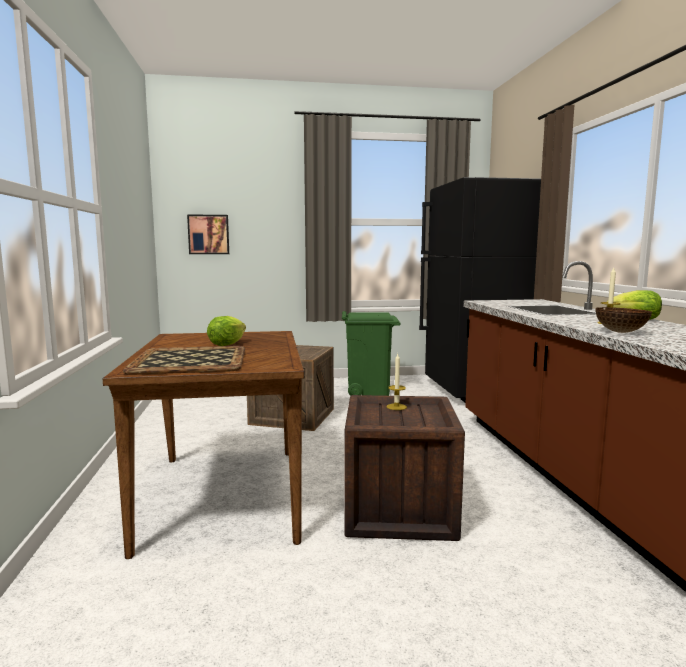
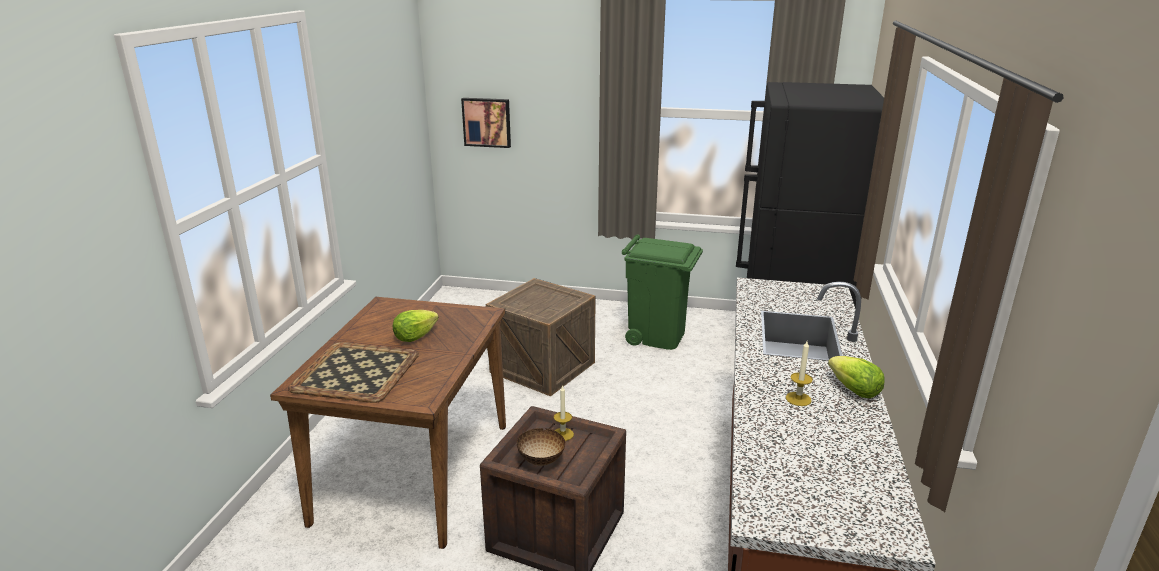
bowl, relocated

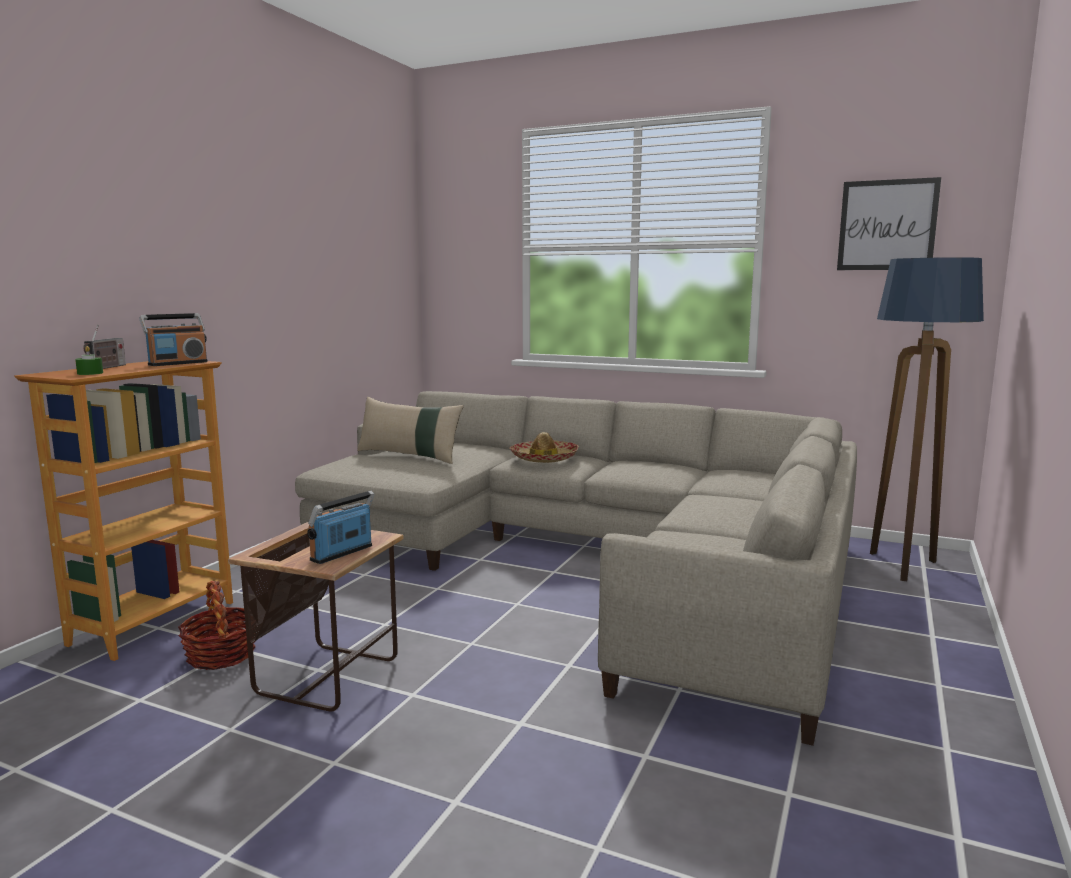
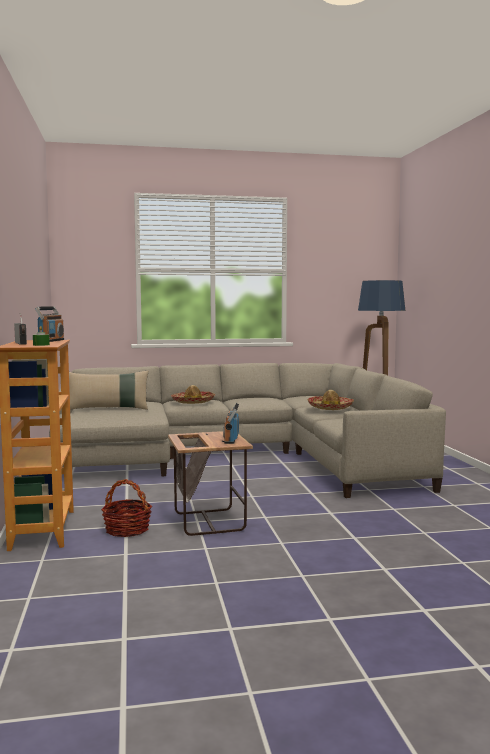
picture => nothing
nothing => hat (no. 2 from left)

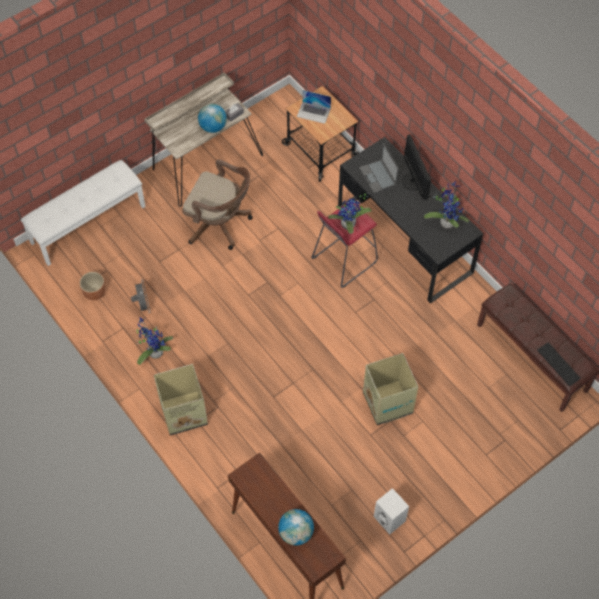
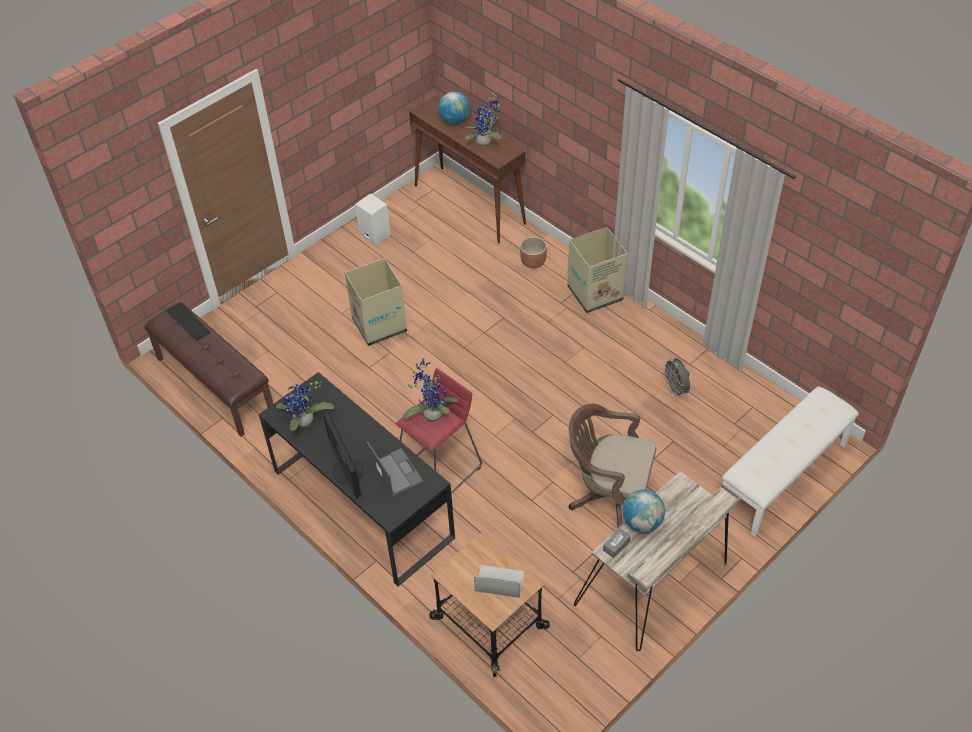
brown planter, relocated
potted plant (no. 1 from left in the first image) => potted plant (no. 3 from left), relocated

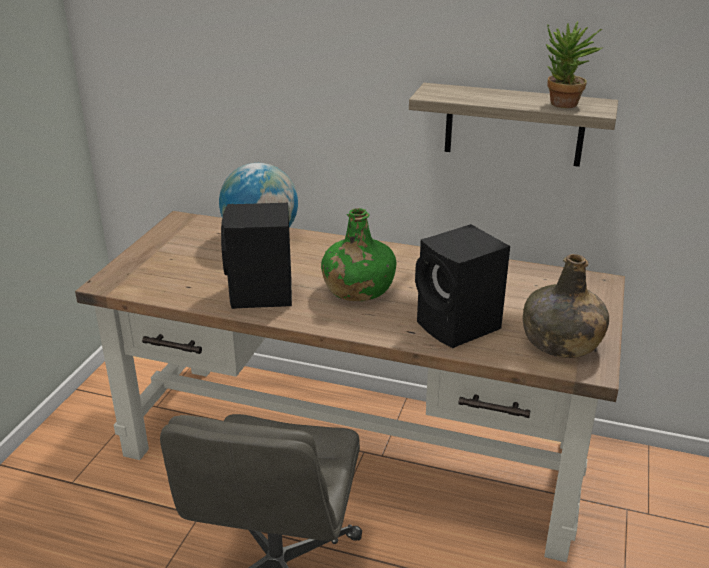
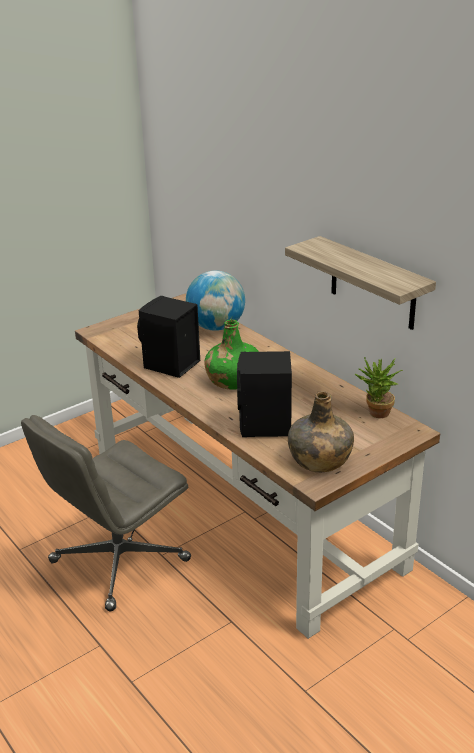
potted plant, relocated

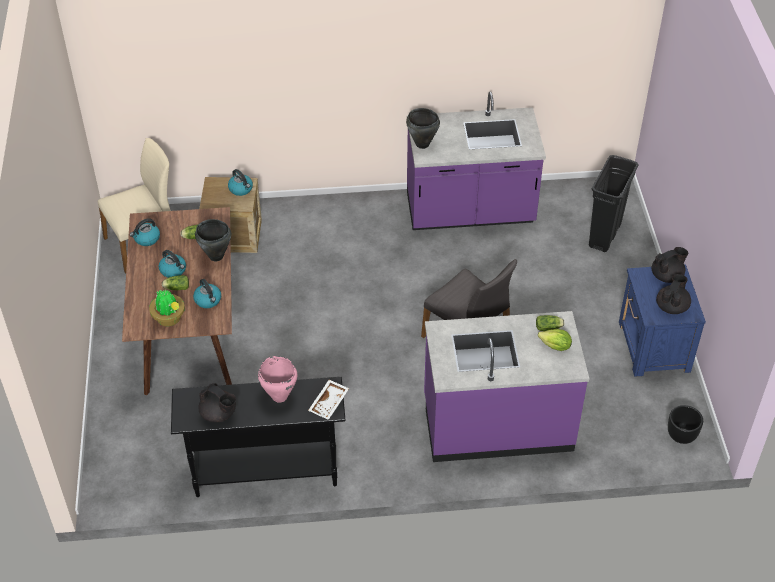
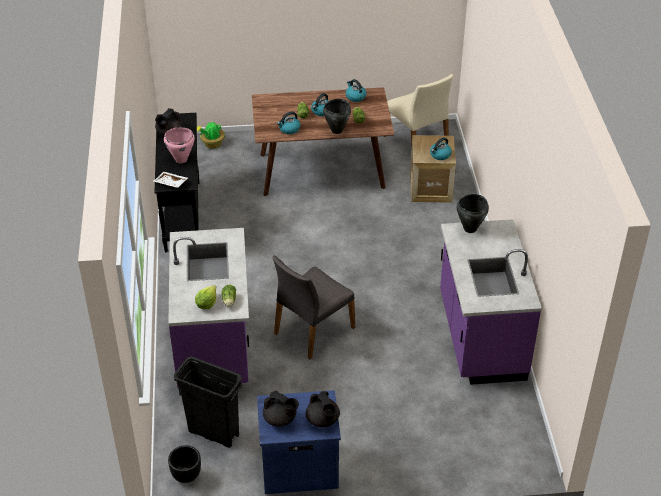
potted plant, relocated
black trash can, relocated

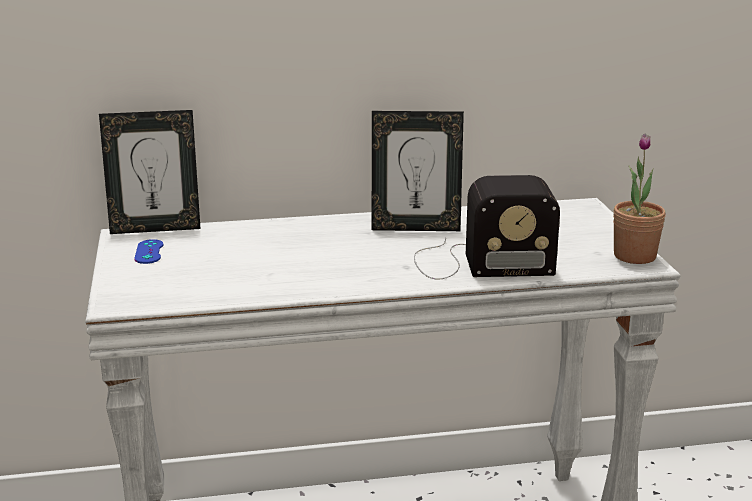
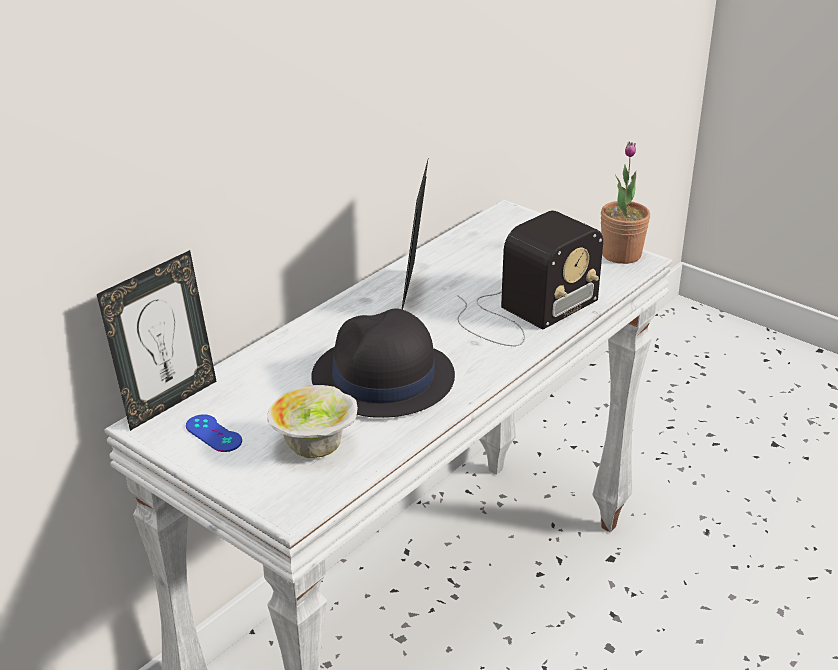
picture frame (no. 2 from left), 135 degrees clockwise
nothing => bowl
nothing => black hat

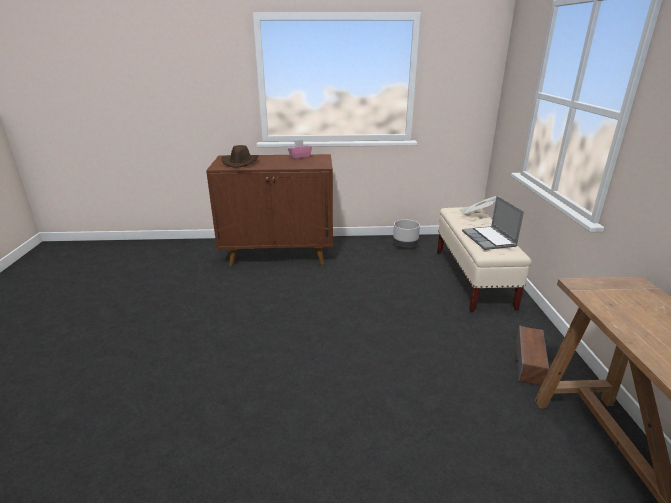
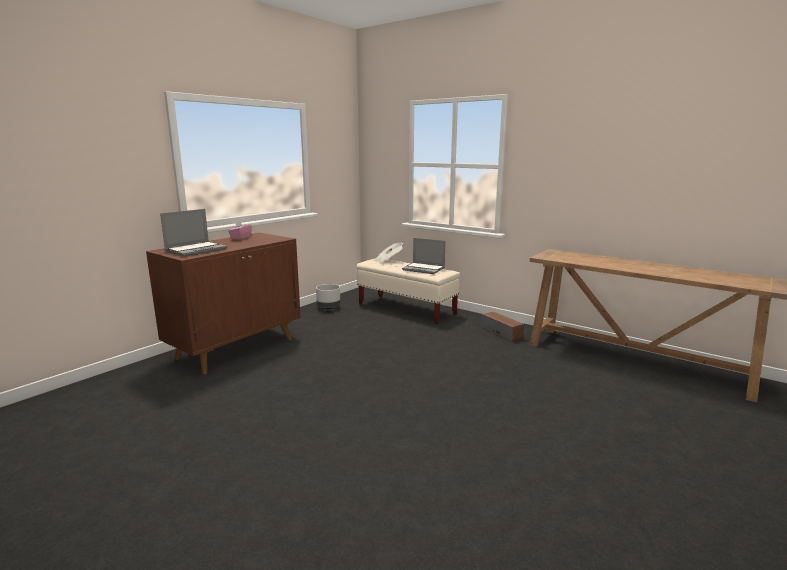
brown hat => laptop (no. 1 from left)

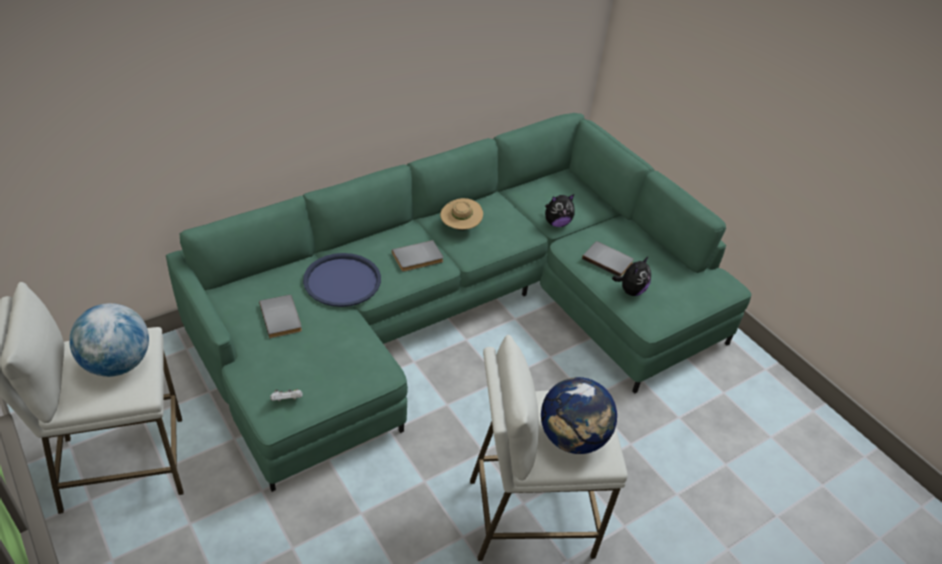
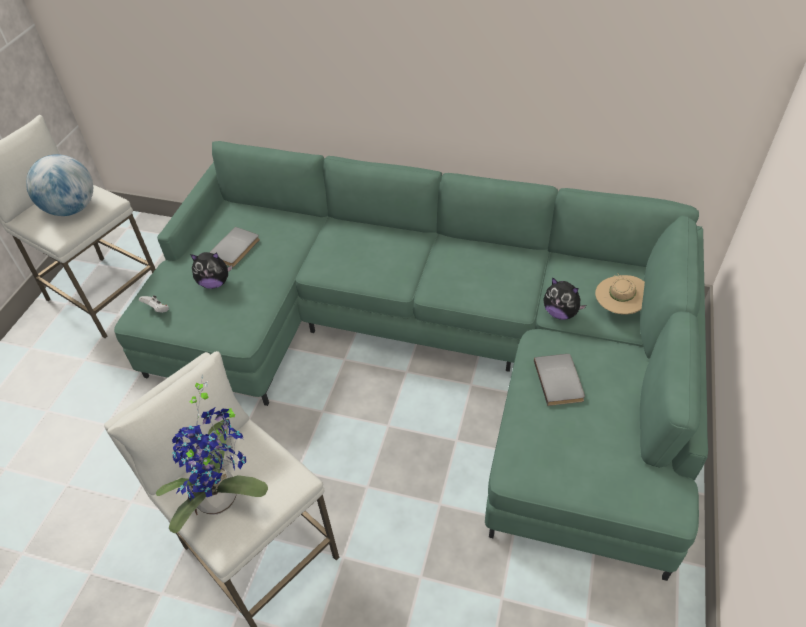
blue tray => nothing
grey book (no. 2 from left) => nothing
beige hat, relocated
globe (no. 2 from left) => potted plant
plush toy (no. 2 from left in the first image) => plush toy (no. 1 from left), relocated

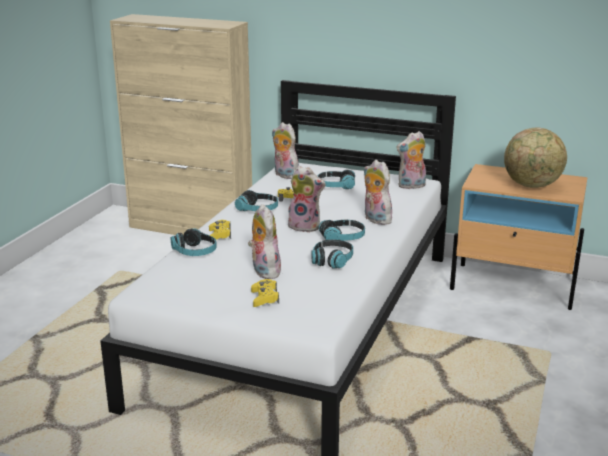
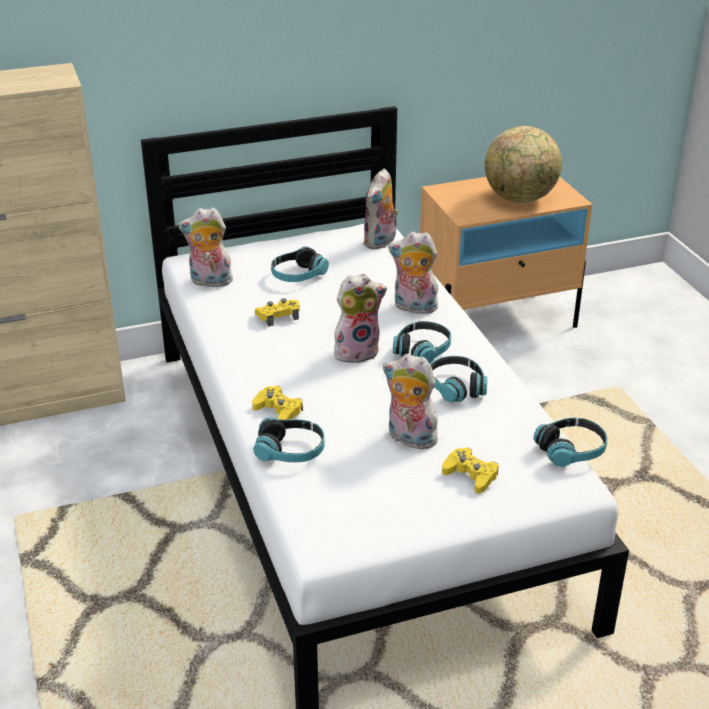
headphones (no. 2 from left in the first image) => headphones (no. 5 from left), relocated

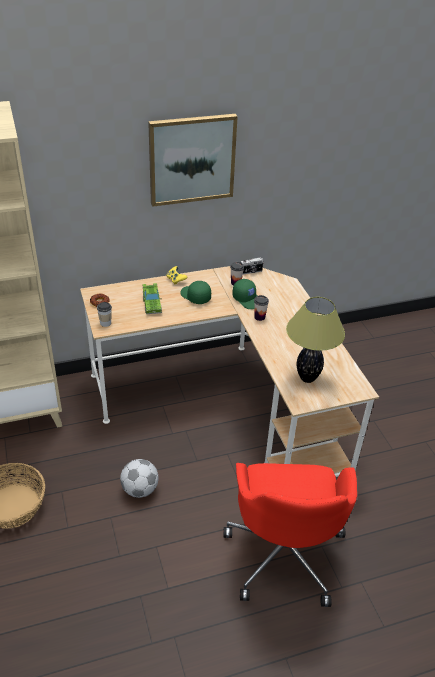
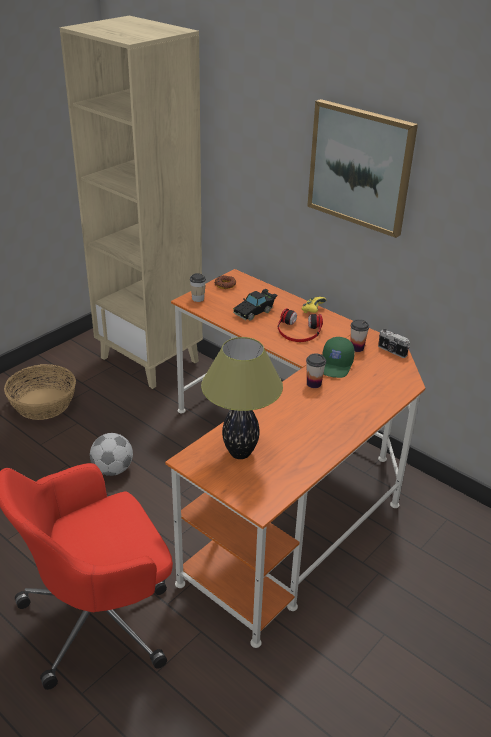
beige desk => orange desk
green toy car => black toy car
green cap (no. 1 from left) => headphones

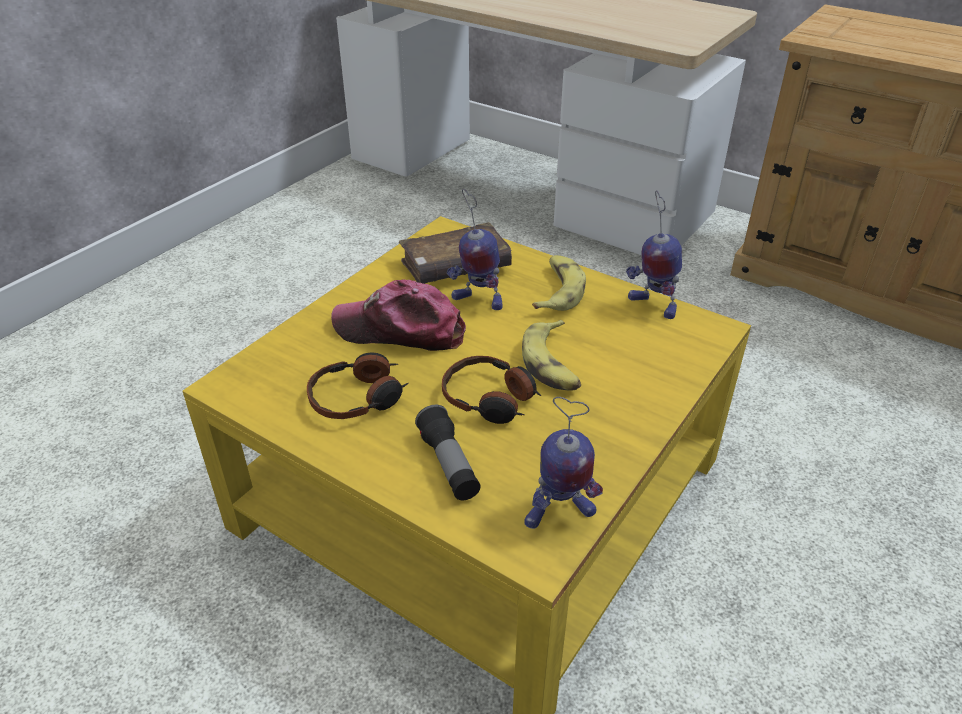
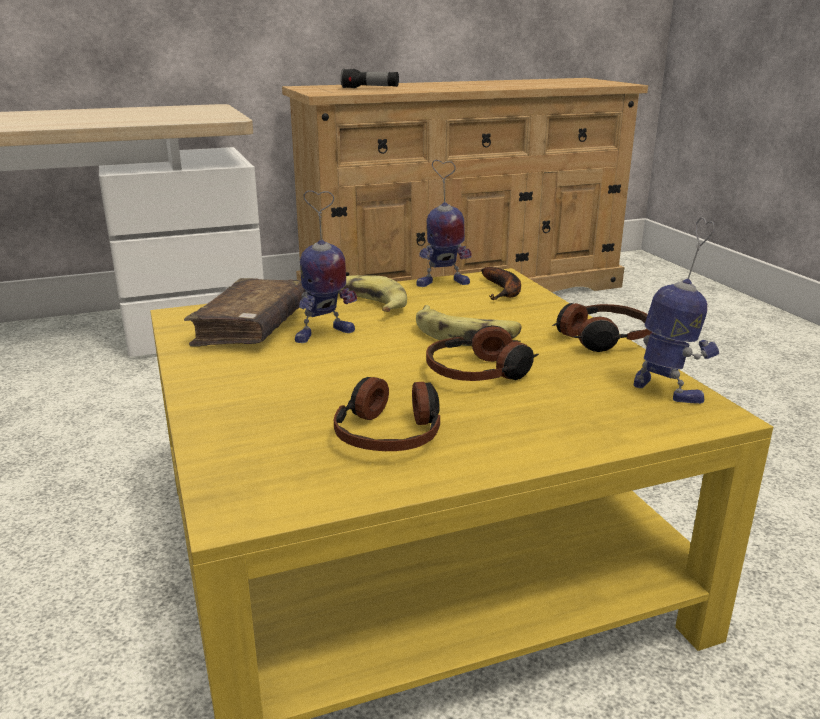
cap => nothing
flashlight, relocated
toy robot (no. 2 from left in the first image) => toy robot (no. 3 from left), 60 degrees counterclockwise
nothing => banana (no. 3 from left)
nothing => headphones (no. 3 from left)

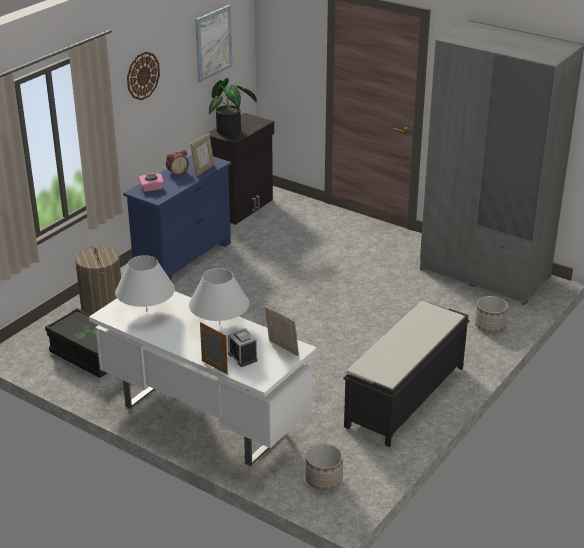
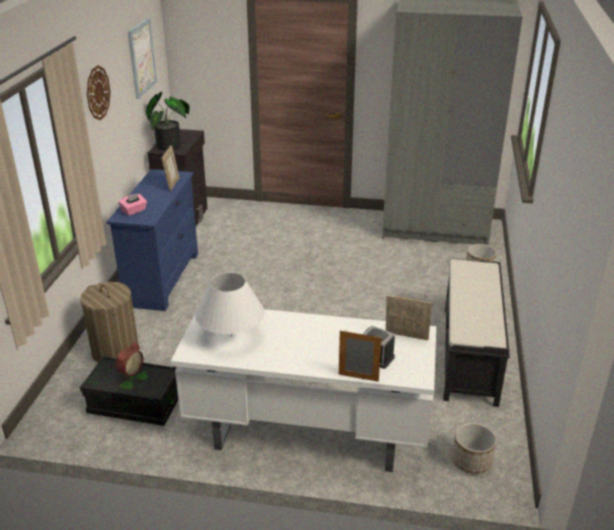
alarm clock (no. 1 from left), relocated
white table lamp (no. 2 from left) => nothing

